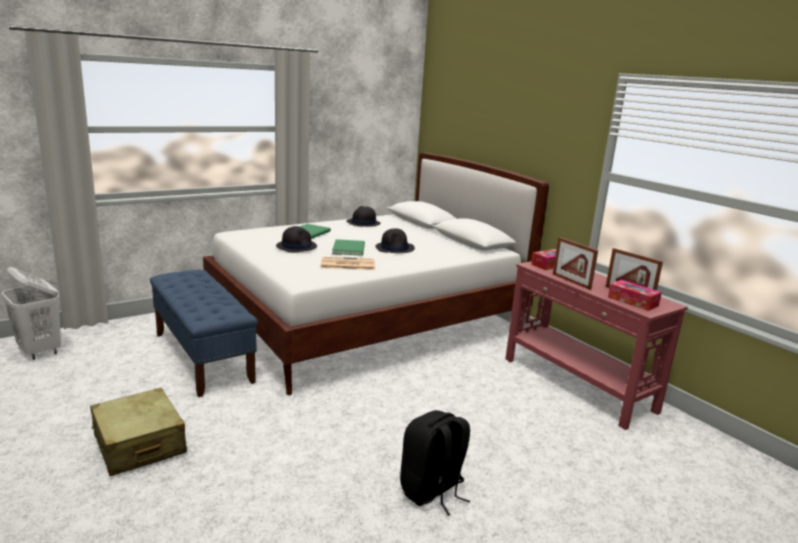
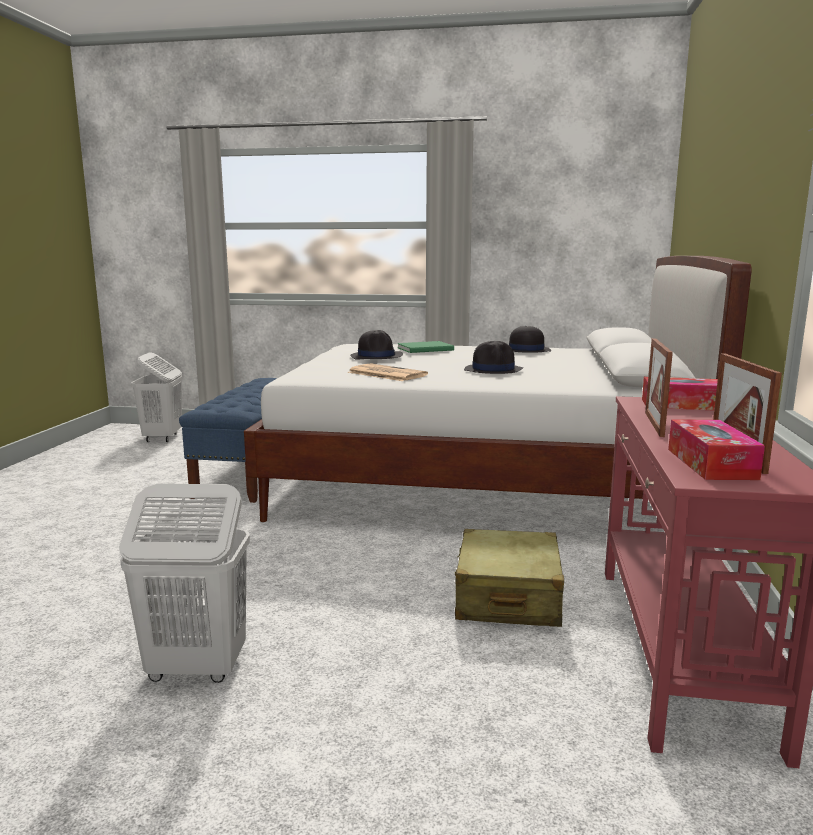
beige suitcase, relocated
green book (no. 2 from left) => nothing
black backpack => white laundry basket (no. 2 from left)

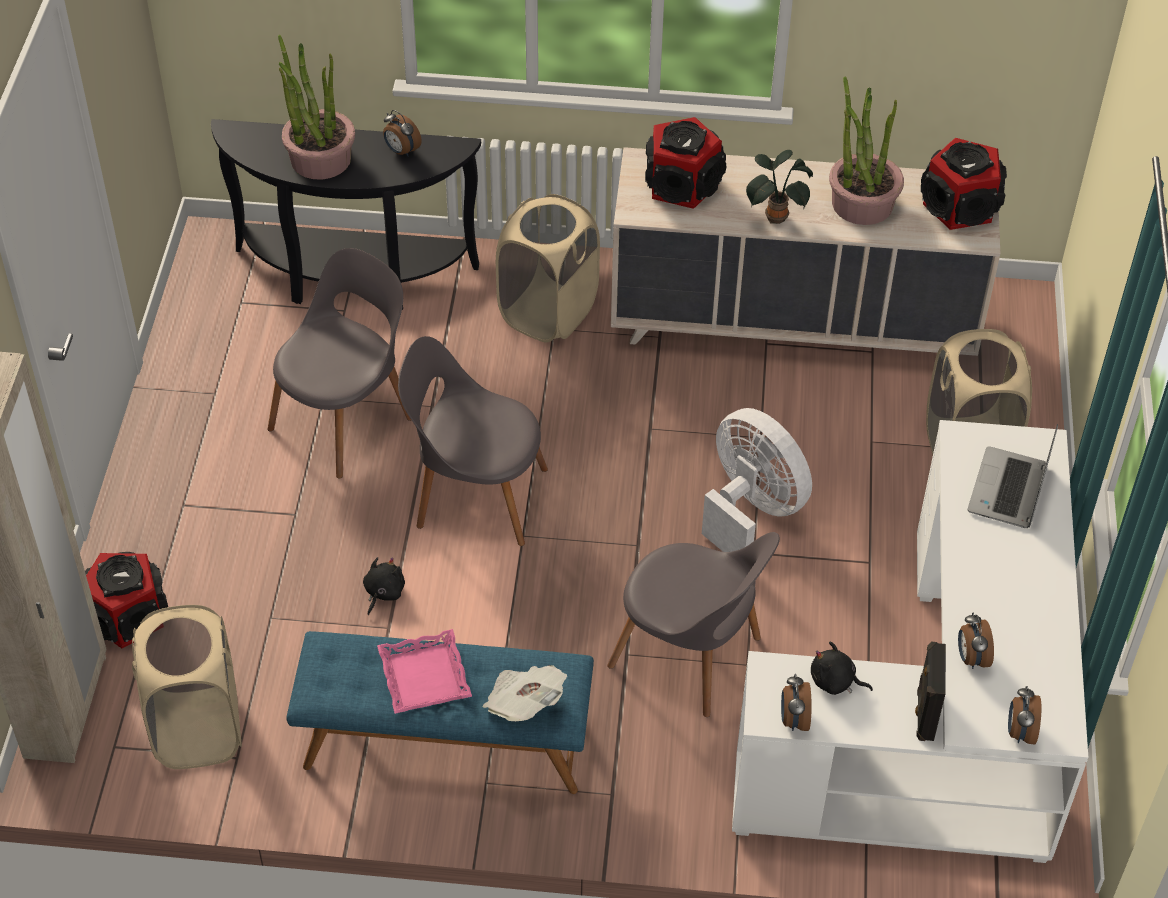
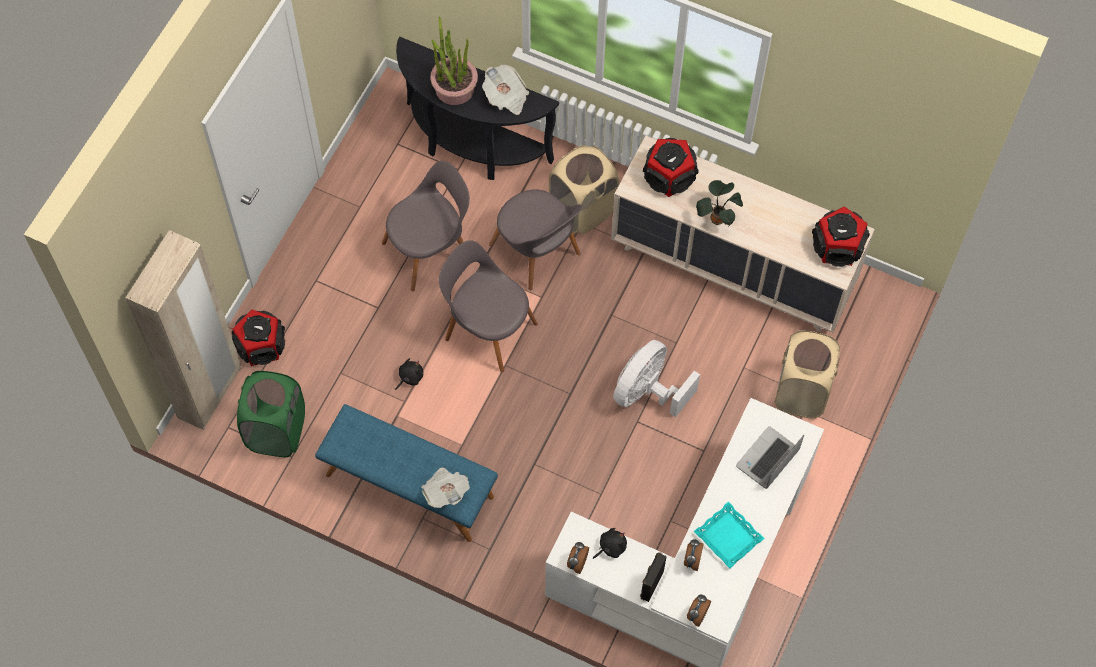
beige laundry basket (no. 1 from left) => green laundry basket
pink tray => nothing
alarm clock (no. 1 from left) => newspaper (no. 2 from left)
grey chair (no. 3 from left), relocated
white fan, 120 degrees counterclockwise
black plush toy (no. 2 from left), 105 degrees clockwise
potted plant (no. 3 from left) => nothing
nothing => turquoise tray

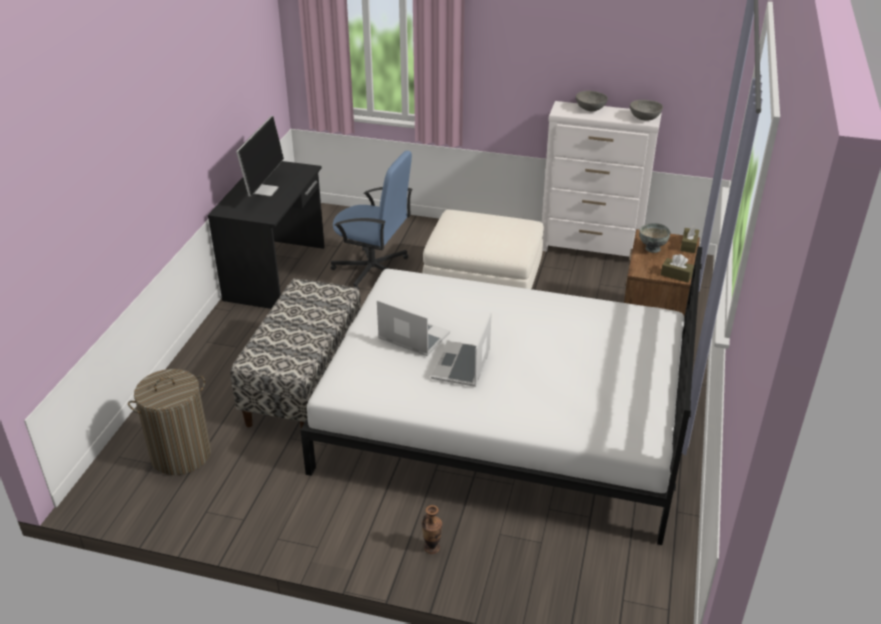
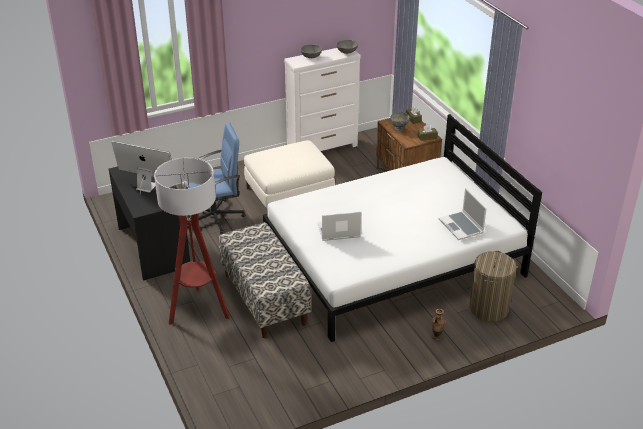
laundry basket, relocated
monitor, 45 degrees counterclockwise
laptop (no. 2 from left), relocated
nothing => floor lamp

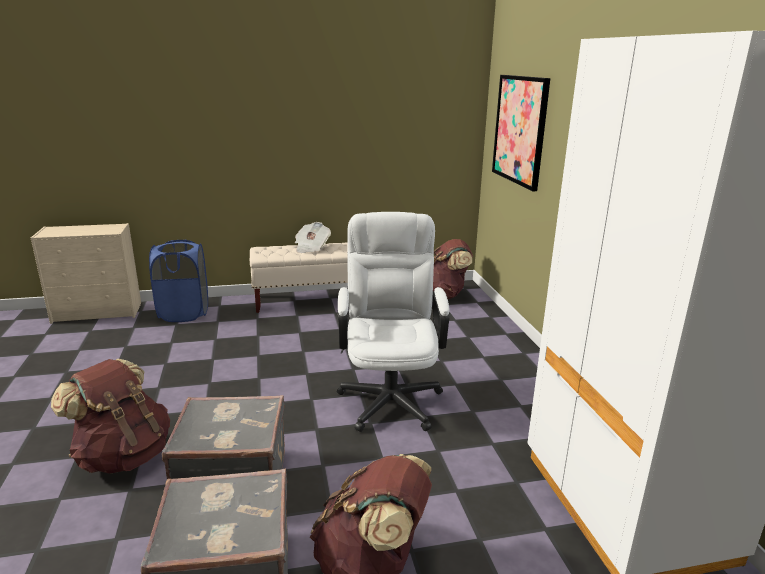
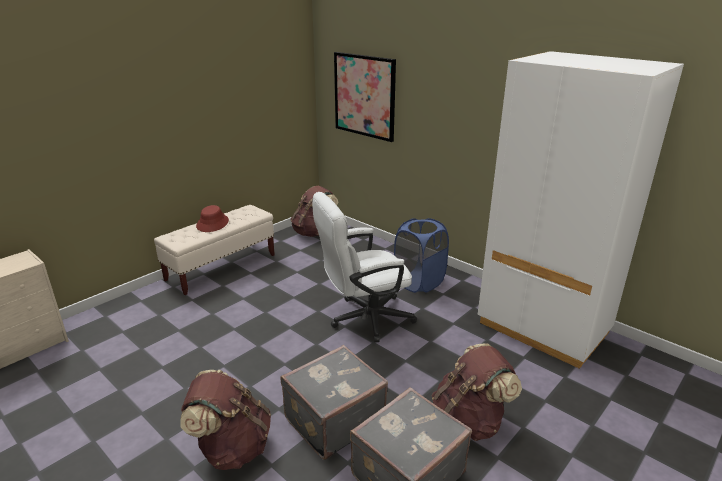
blue laundry basket, relocated
newspaper => red hat
white office chair, 75 degrees counterclockwise

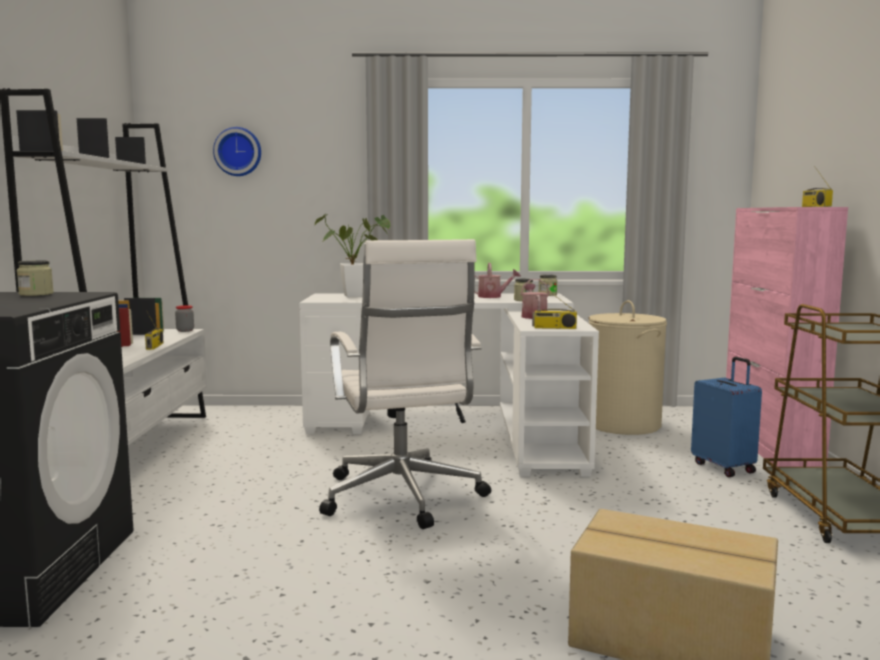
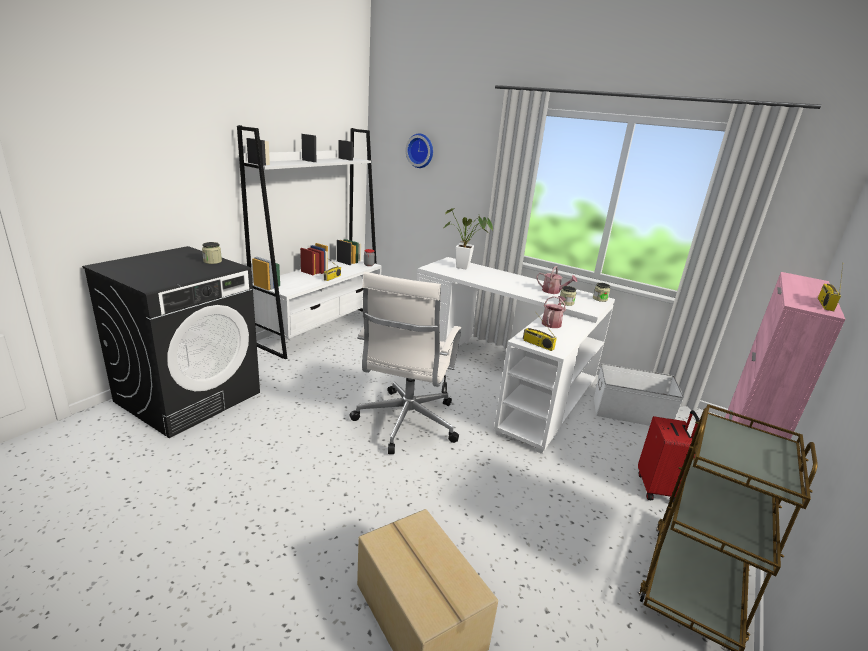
beige laundry basket => white storage box
blue suitcase => red suitcase

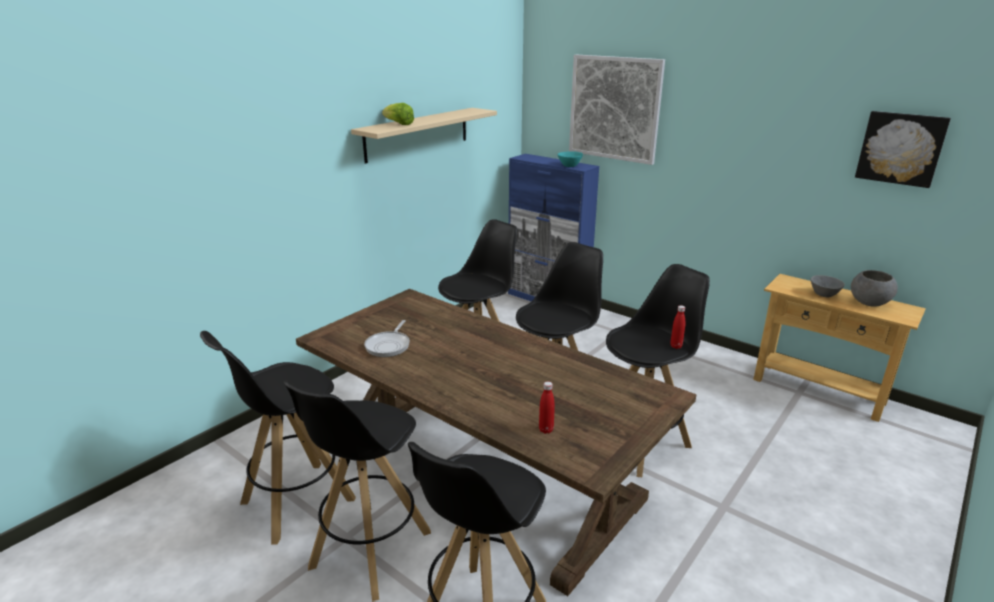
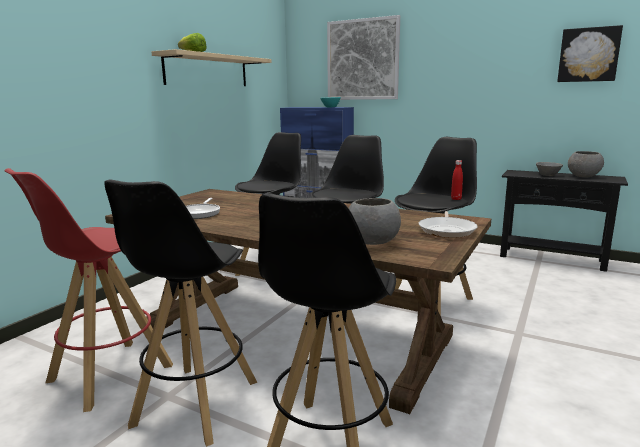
black stool (no. 1 from left) => red stool
red bottle (no. 1 from left) => grey bowl (no. 1 from left)
beige console table => black console table
nothing => frying pan (no. 2 from left)

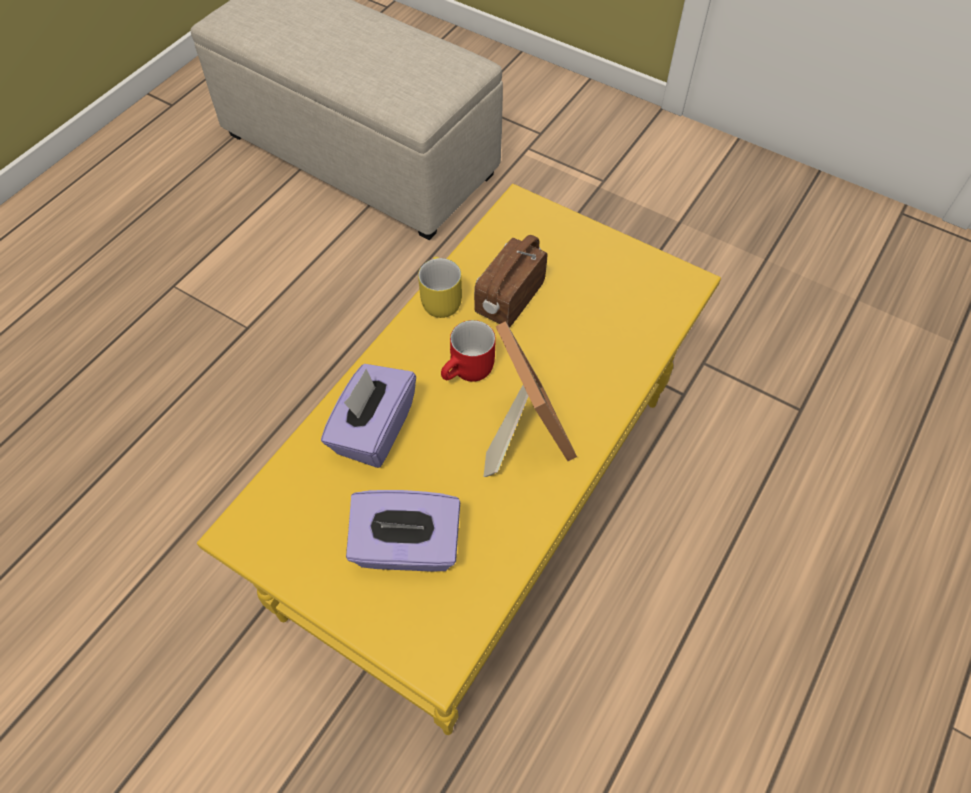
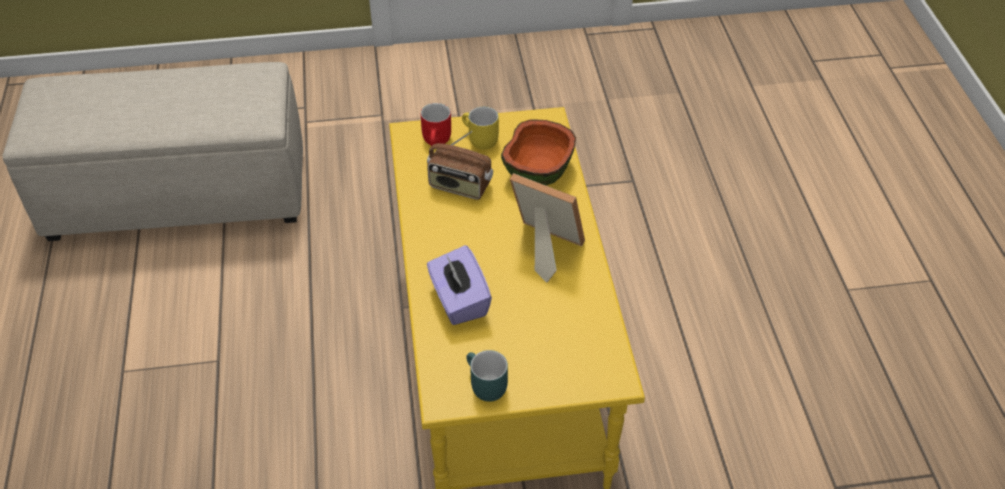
purple tissue box (no. 2 from left) => nothing
yellow mug, relocated
red mug, relocated
radio, 60 degrees counterclockwise
nothing => turquoise mug
nothing => bowl

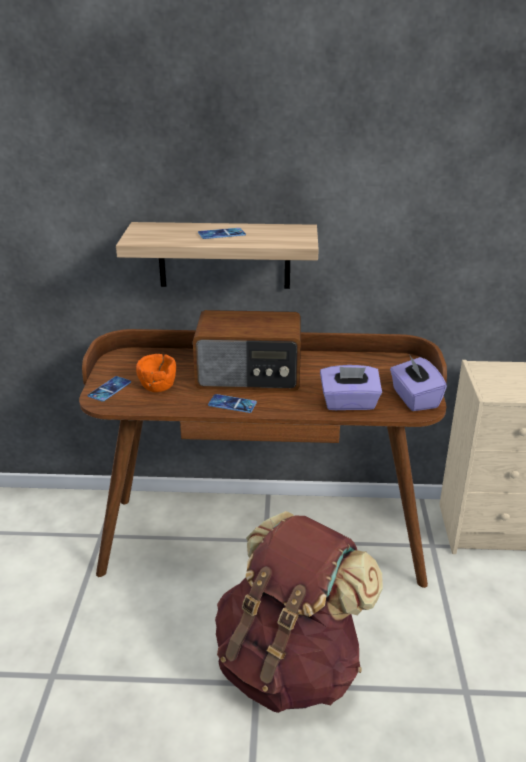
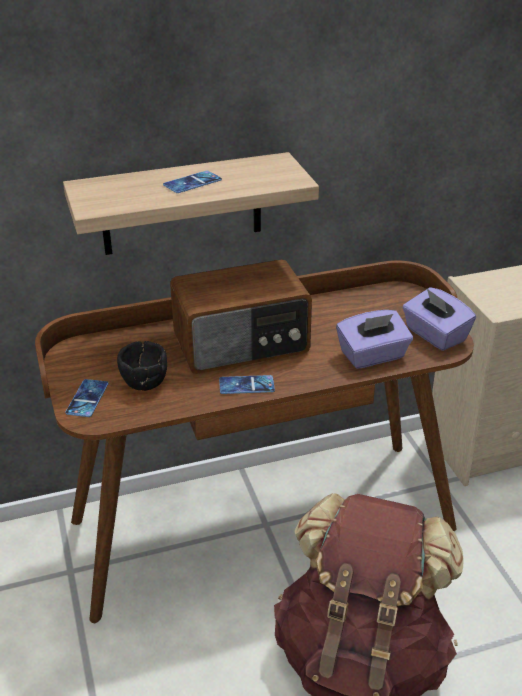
orange bowl => black bowl

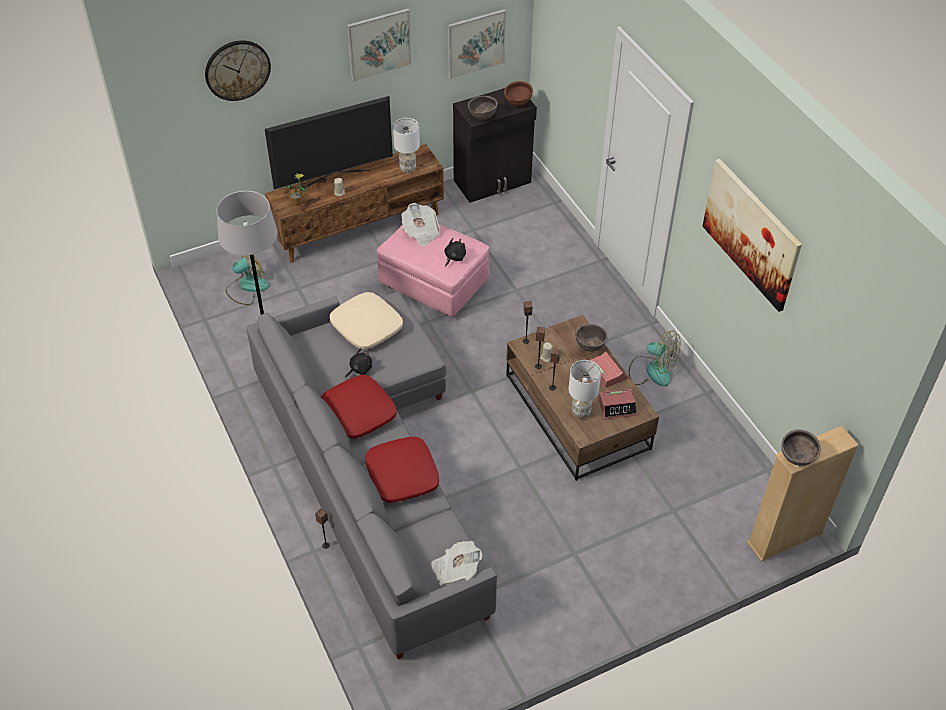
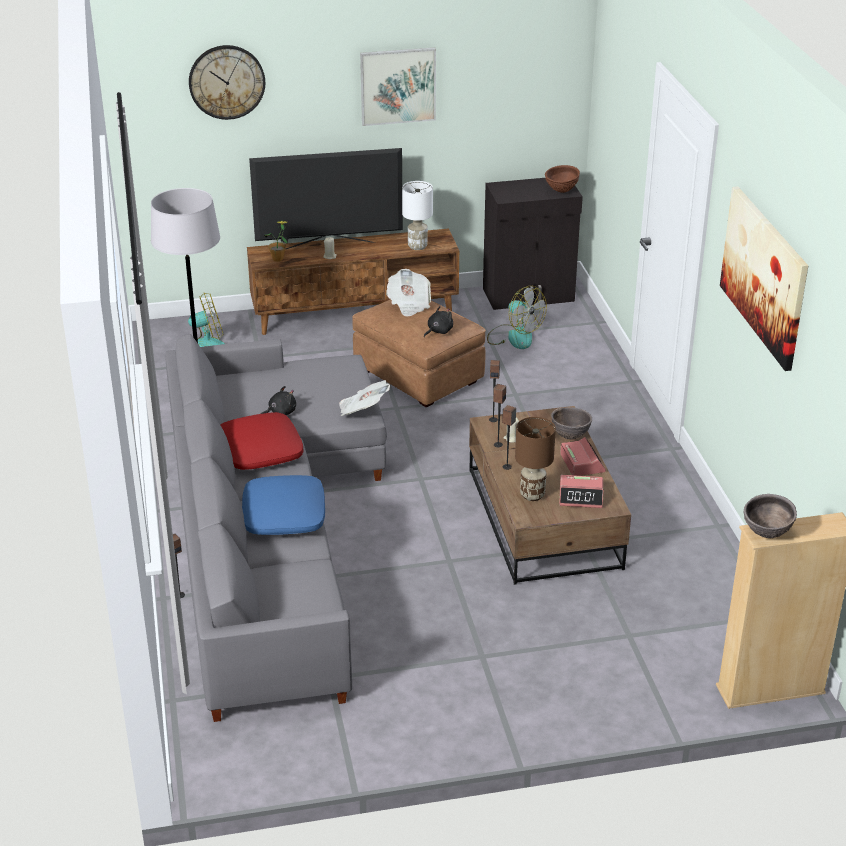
beige pillow => nothing
red pillow (no. 2 from left) => blue pillow
pink ottoman => brown ottoman
newspaper (no. 2 from left in the first image) => newspaper (no. 1 from left), relocated
picture (no. 2 from left) => nothing
brown bowl (no. 1 from left) => nothing
white table lamp (no. 2 from left) => brown table lamp
fan (no. 2 from left), relocated

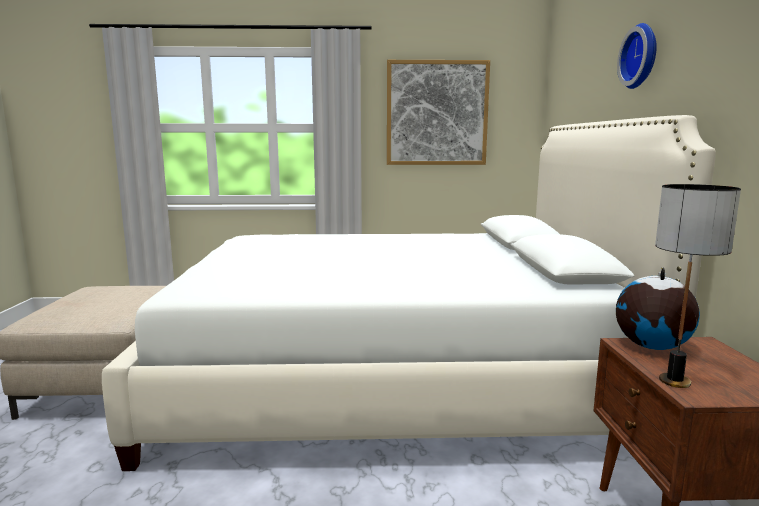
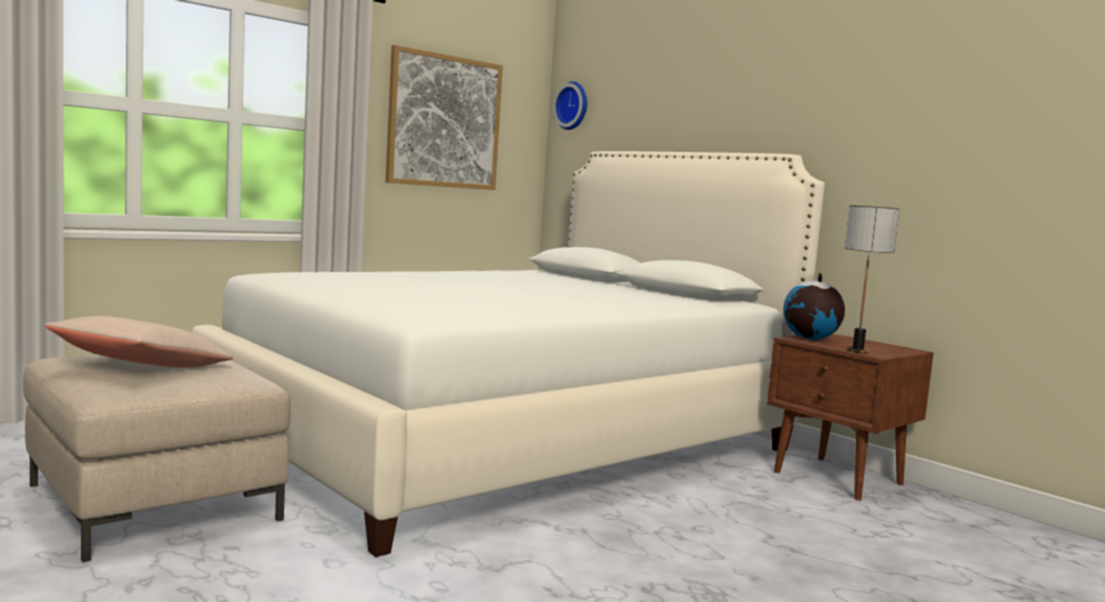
wall clock, relocated
nothing => beige pillow

